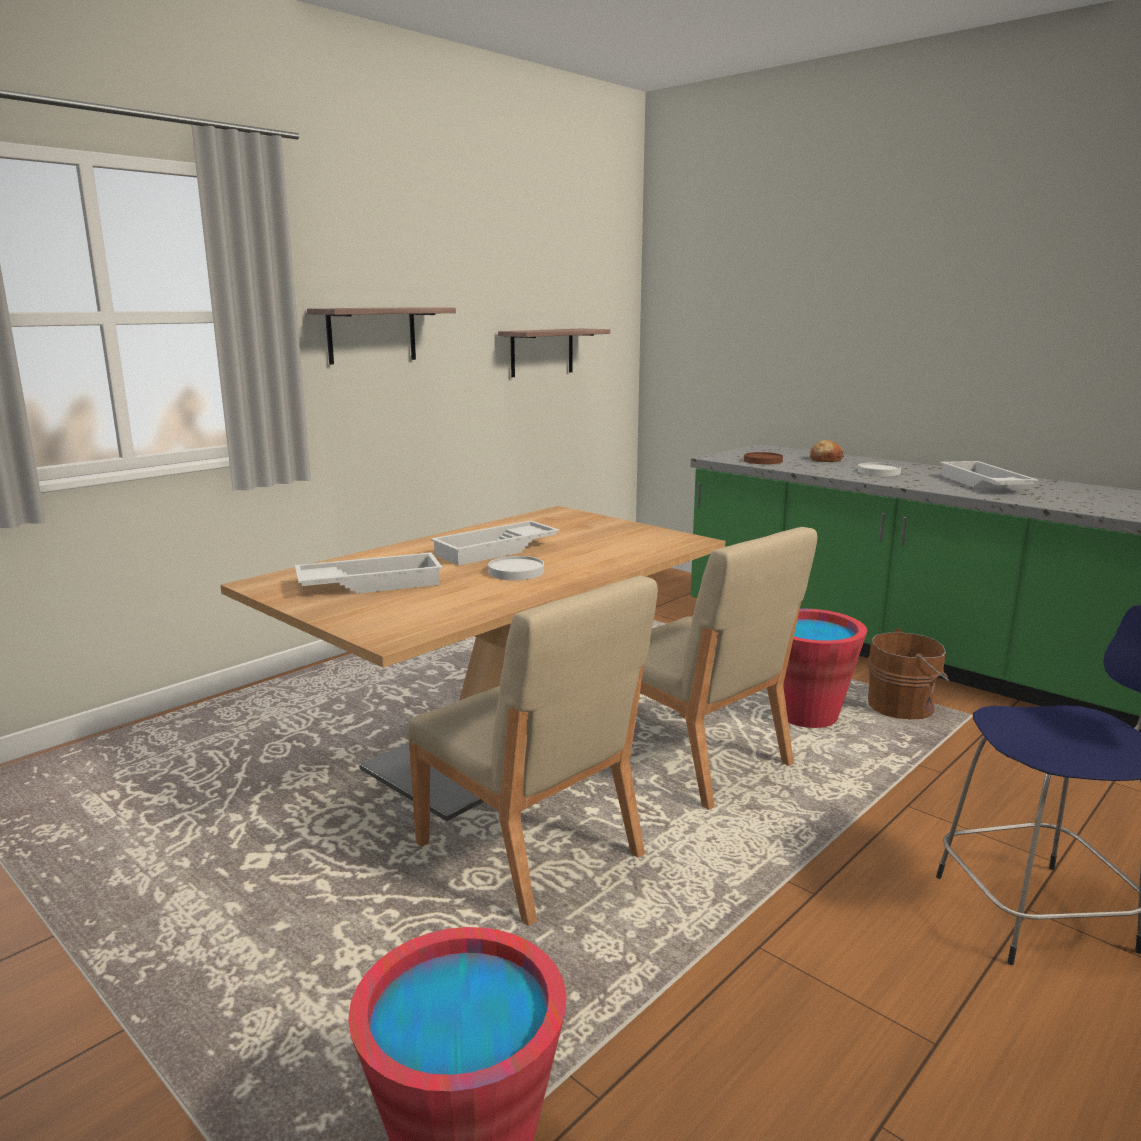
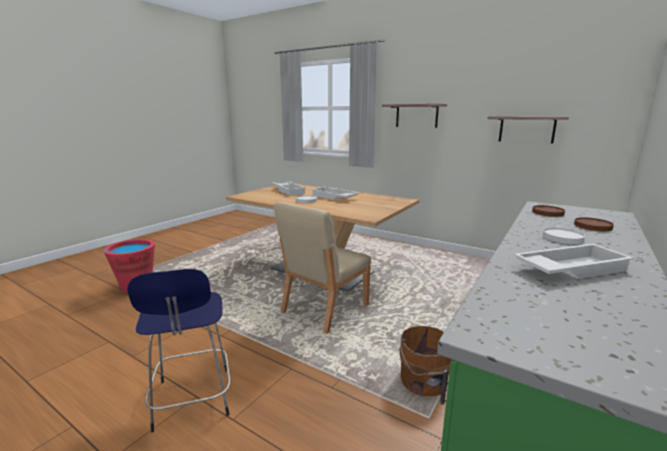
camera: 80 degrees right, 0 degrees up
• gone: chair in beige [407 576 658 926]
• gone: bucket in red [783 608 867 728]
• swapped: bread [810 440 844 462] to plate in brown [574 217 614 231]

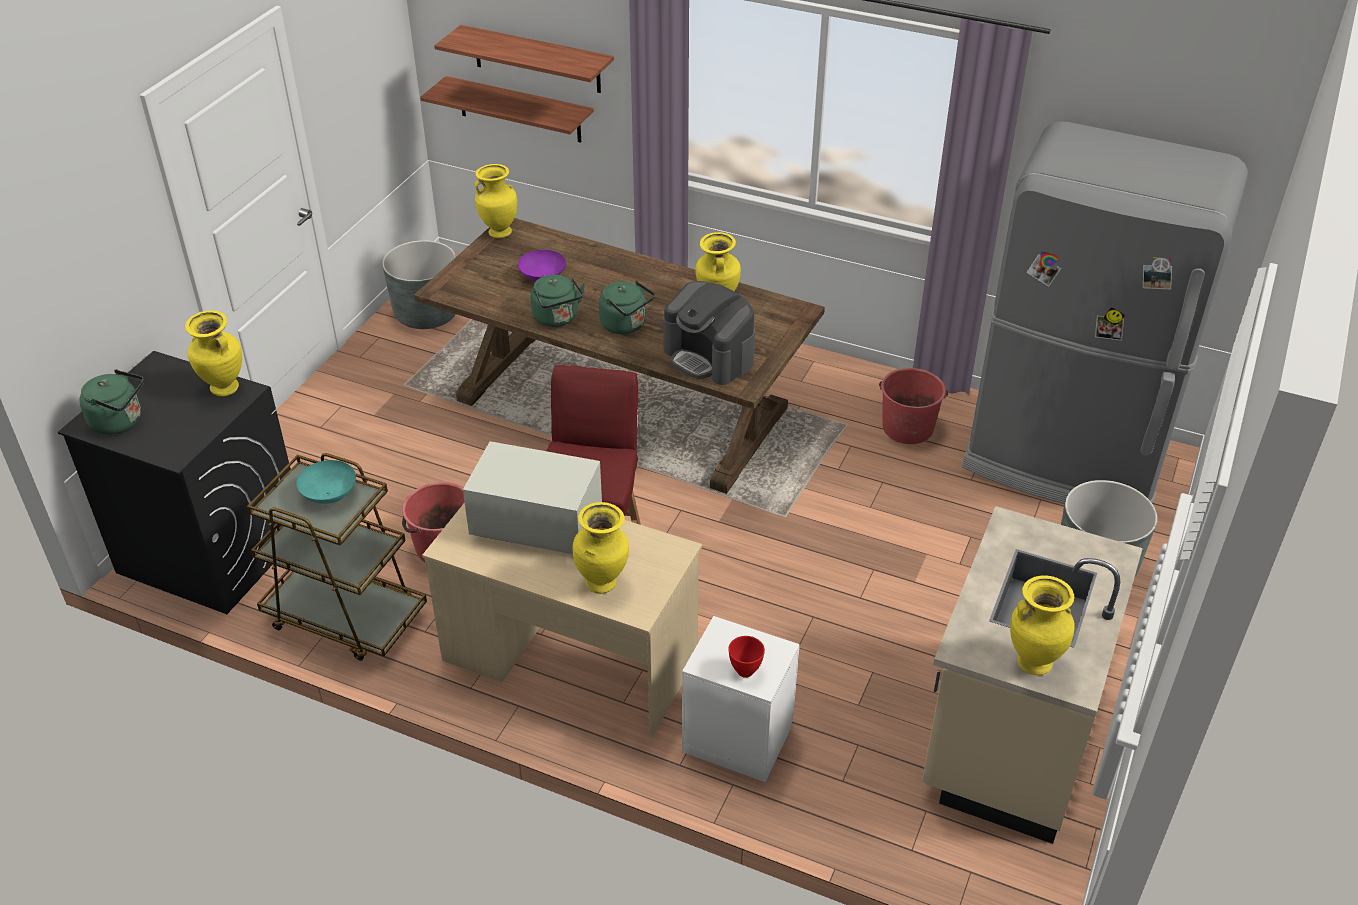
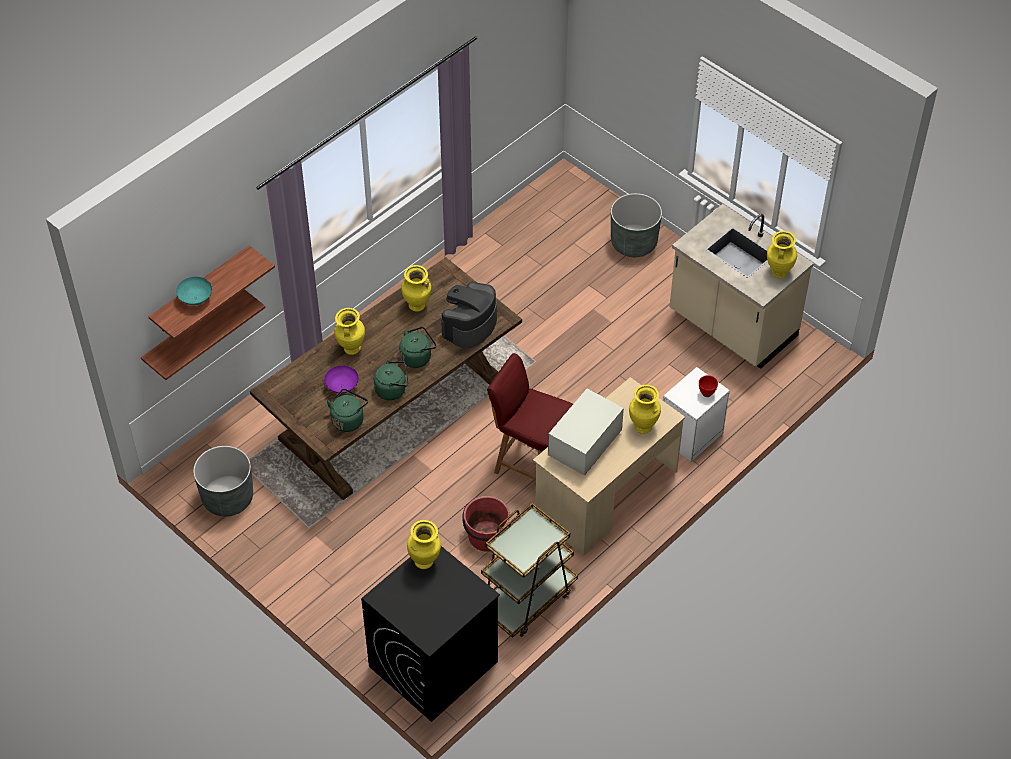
camera: 70 degrees left, 10 degrees up
• shifted: kettle in green [79 369 144 435] to [327 389 368 432]
• shifted: bowl in turquoise [296 460 356 504] to [176 277 212 305]
• shifted: vase in yellow [475 164 517 238] to [334 308 365 355]
• rotated: coffee machine [663 281 755 385] = [441 282 497 349] 150 degrees clockwise
• gone: bucket in red [879 368 948 444]
• gone: fridge in grey [962 121 1248 504]

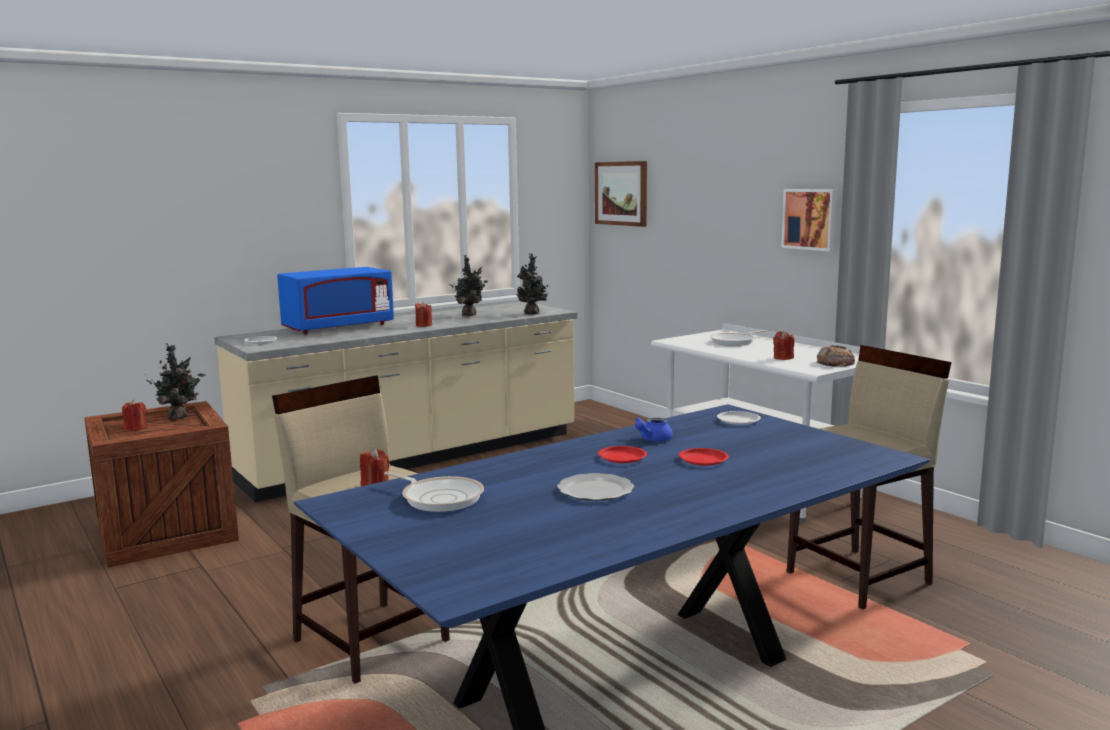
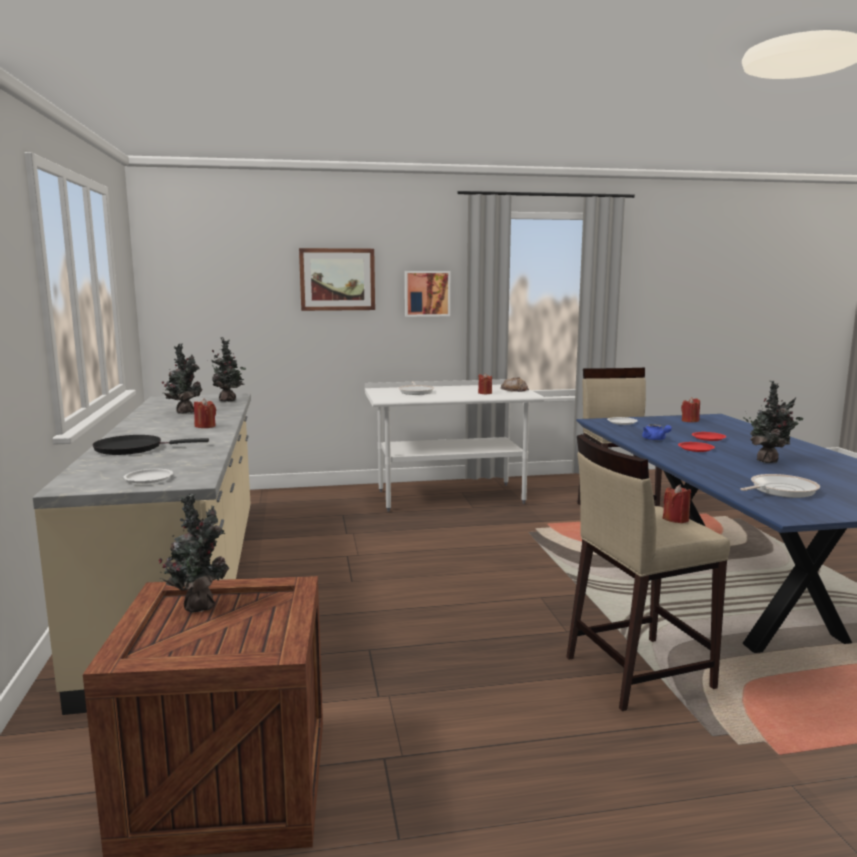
camera: 65 degrees left, 0 degrees up
• shifted: candle in red [122 400 147 431] to [681 397 700 422]
• swapped: microwave in blue [277 267 394 334] to frying pan in black [92 435 209 455]
• swapped: plate [557 473 634 501] to potted plant [743 381 804 463]
• shifted: picture [595 161 647 227] to [299 248 375 311]

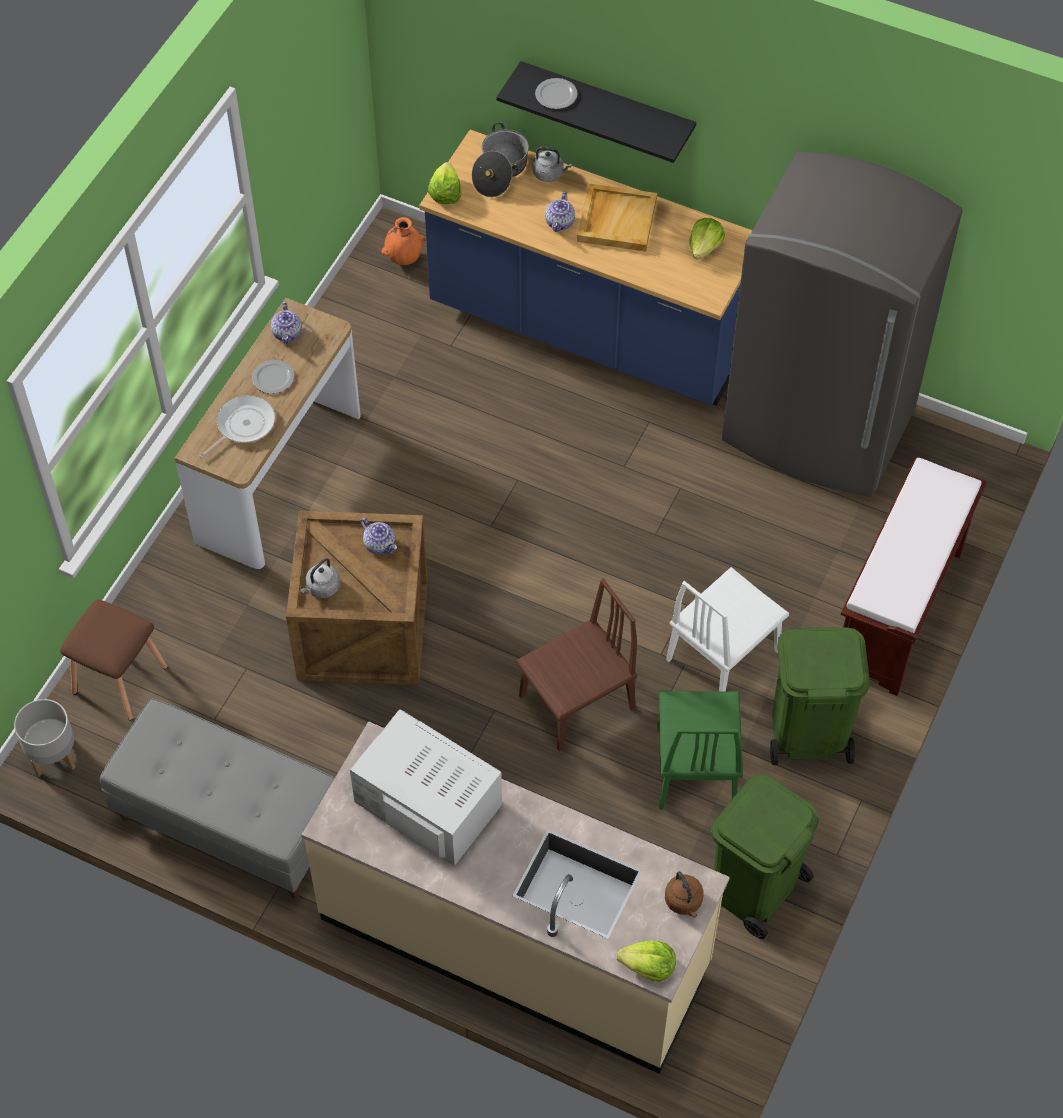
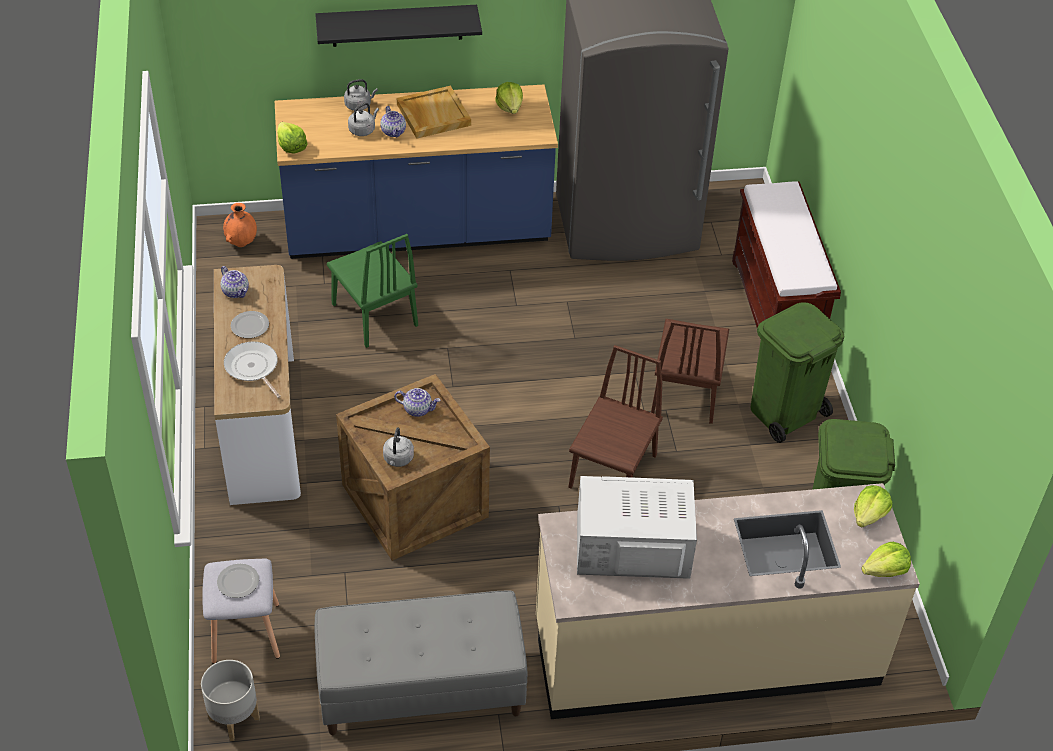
camera: 35 degrees left, 10 degrees down
• repainted: stool in brown [60 599 167 720] to stool in grey [202 559 280 664]
• rotated: frying pan [199 395 275 458] = [224 342 281 398] 45 degrees counterclockwise
• gone: cooking pot [472 123 529 197]
• shifted: plate [535 78 577 109] to [217 564 259 598]
• shifted: chair in green [657 691 743 809] to [327 234 418 348]
• swapped: kettle in brown [665 871 704 918] to lettuce [854 485 892 528]
• repainted: chair in white [666 567 789 691] to chair in brown [651 319 729 424]
• new: kettle in grey [348 103 379 136]

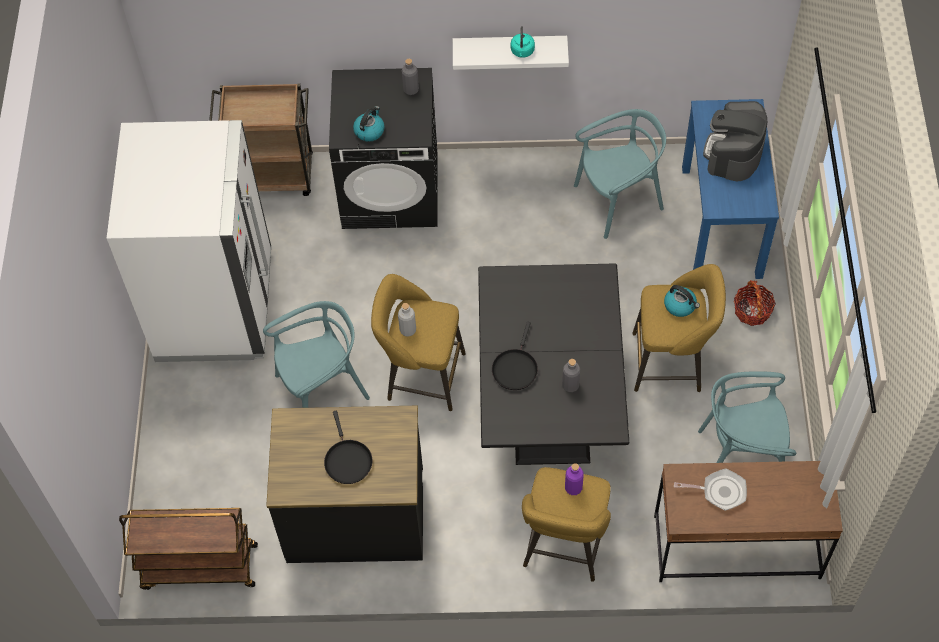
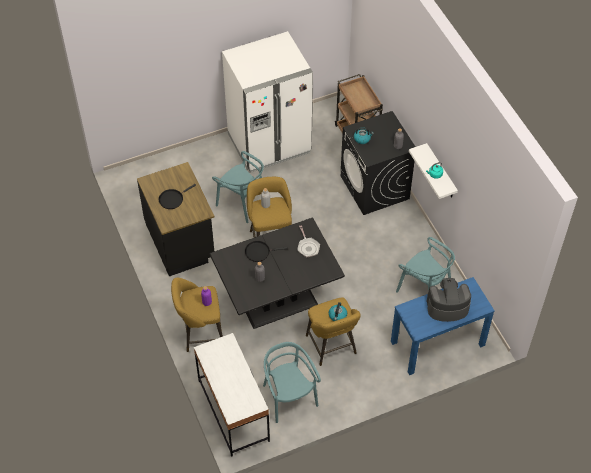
camera: 65 degrees right, 5 degrees down
• gone: cart in brown [119 508 258 590]
• repainted: desk in brown [654 461 843 582] to desk in white [194 333 270 457]
• shifted: frying pan [674 468 747 511] to [298 225 320 257]
• gone: basket [734 280 776 326]

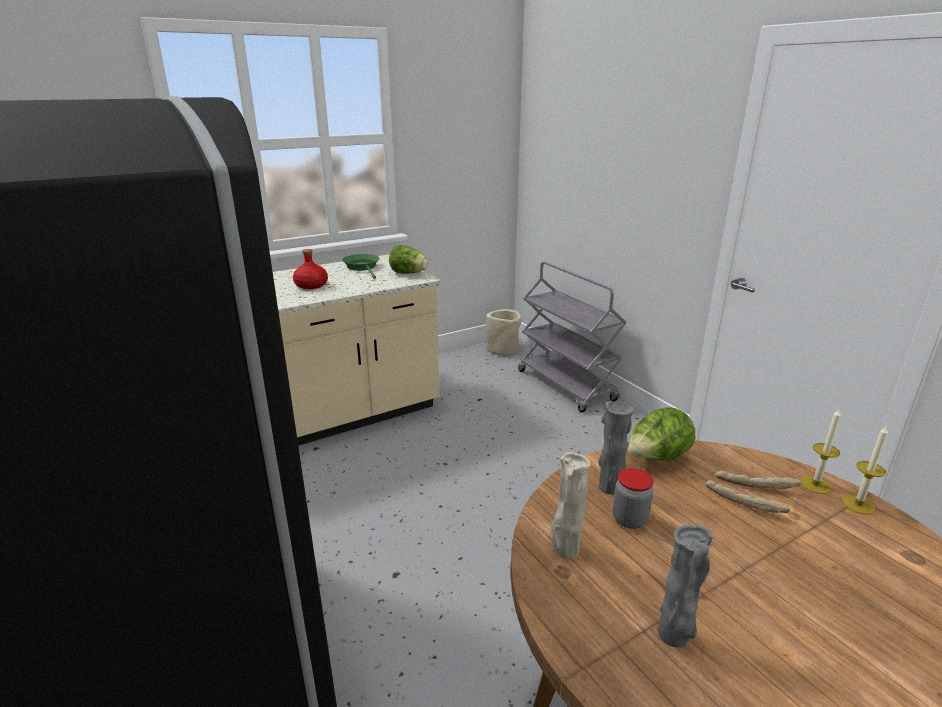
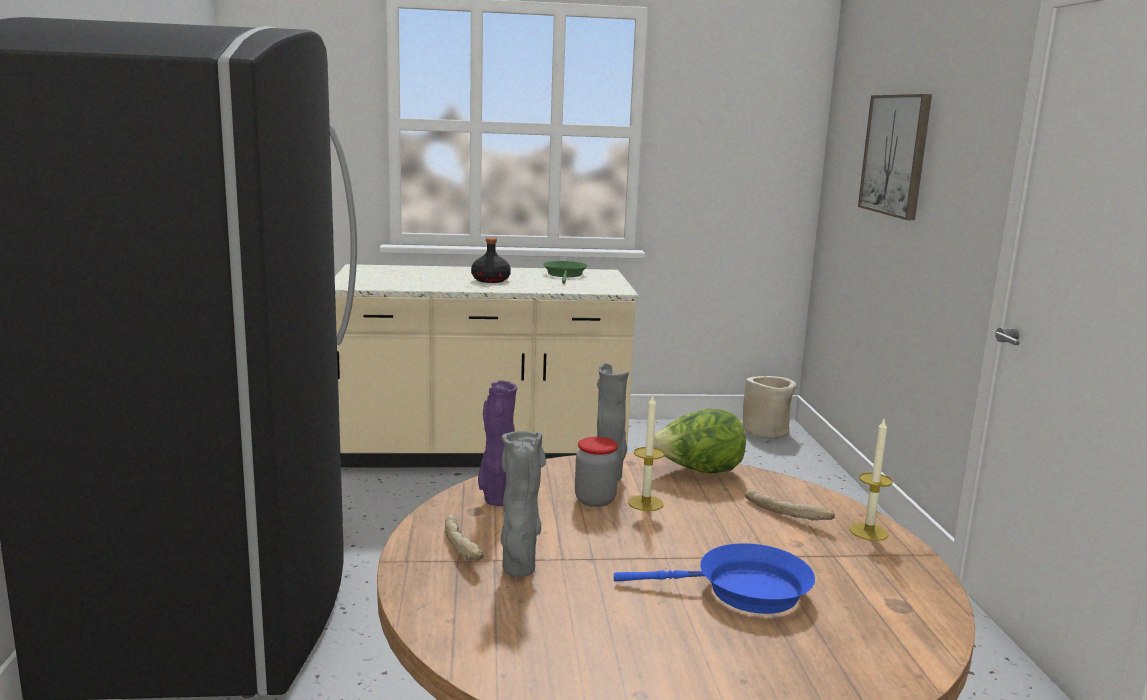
camera: 25 degrees right, 10 degrees down
• repainted: bottle in red [293 249 328 289] to bottle in black [471 238 511 283]
• gone: lettuce [389 245 429 274]
• gone: cart in grey [518 262 627 412]
• repainted: vase in beige [551 452 591 559] to vase in purple [478 380 517 506]
• shifted: bread [705 480 790 513] to [445 515 484 561]
• shifted: candle [842 425 888 515] to [628 396 664 511]
• new: frying pan in blue [614 543 815 614]
• new: picture [858 94 932 220]

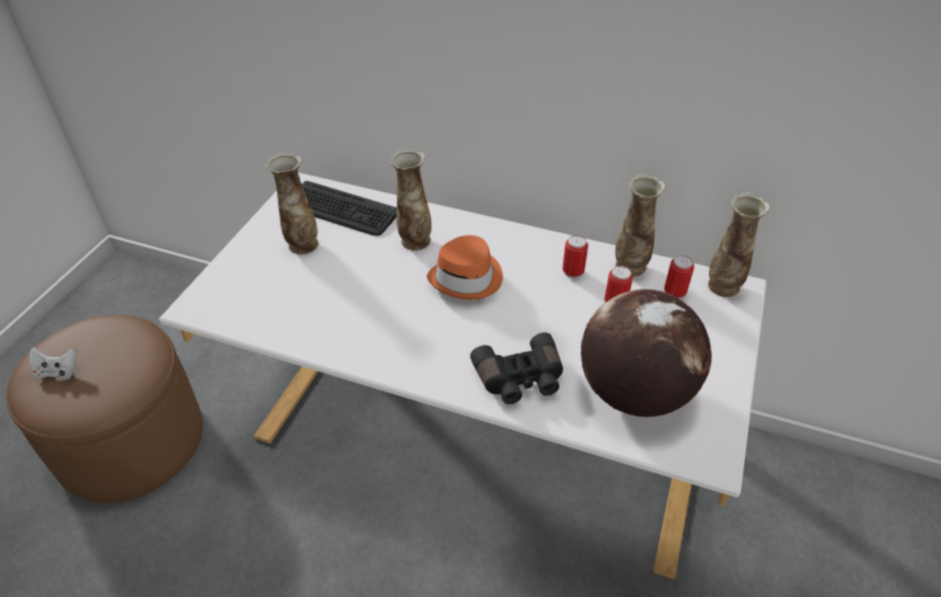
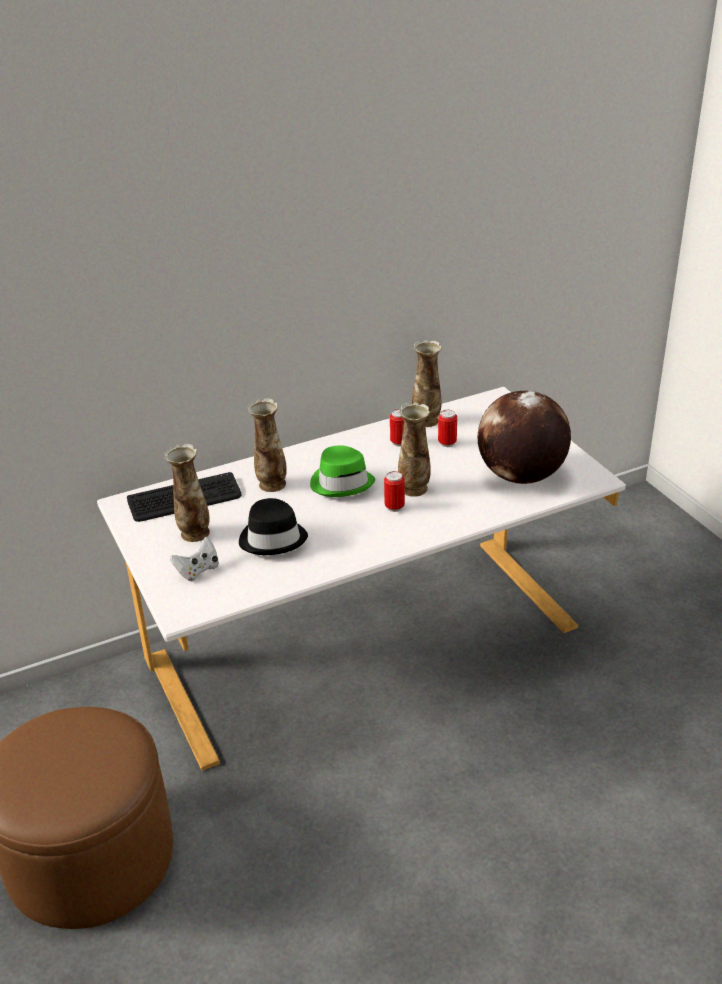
camera: 45 degrees left, 10 degrees down
• shifted: game controller in white [30 348 77 380] to [170 537 219 581]
• repainted: hat in orange [427 235 503 300] to hat in green [310 445 375 497]
• gone: binoculars in black [470 333 563 404]
• shifted: can [664 255 694 299] to [384 471 405 512]
• shifted: vase [708 192 770 297] to [398 402 431 497]
• new: hat in black [239 498 308 555]

